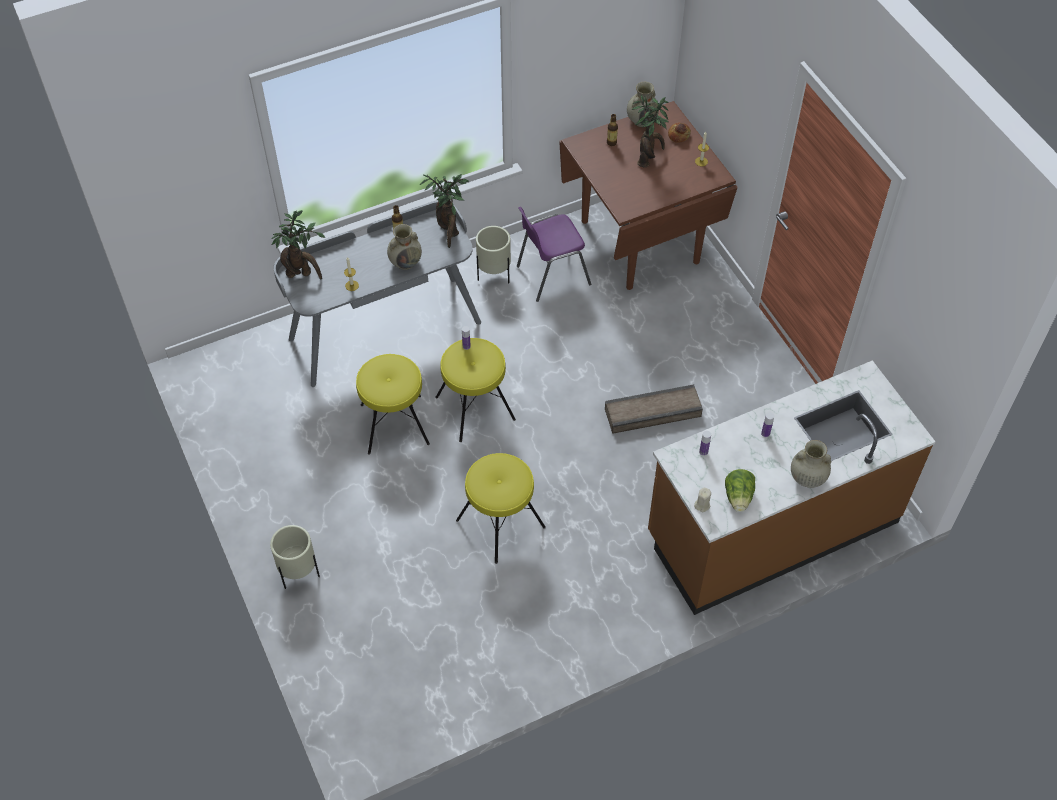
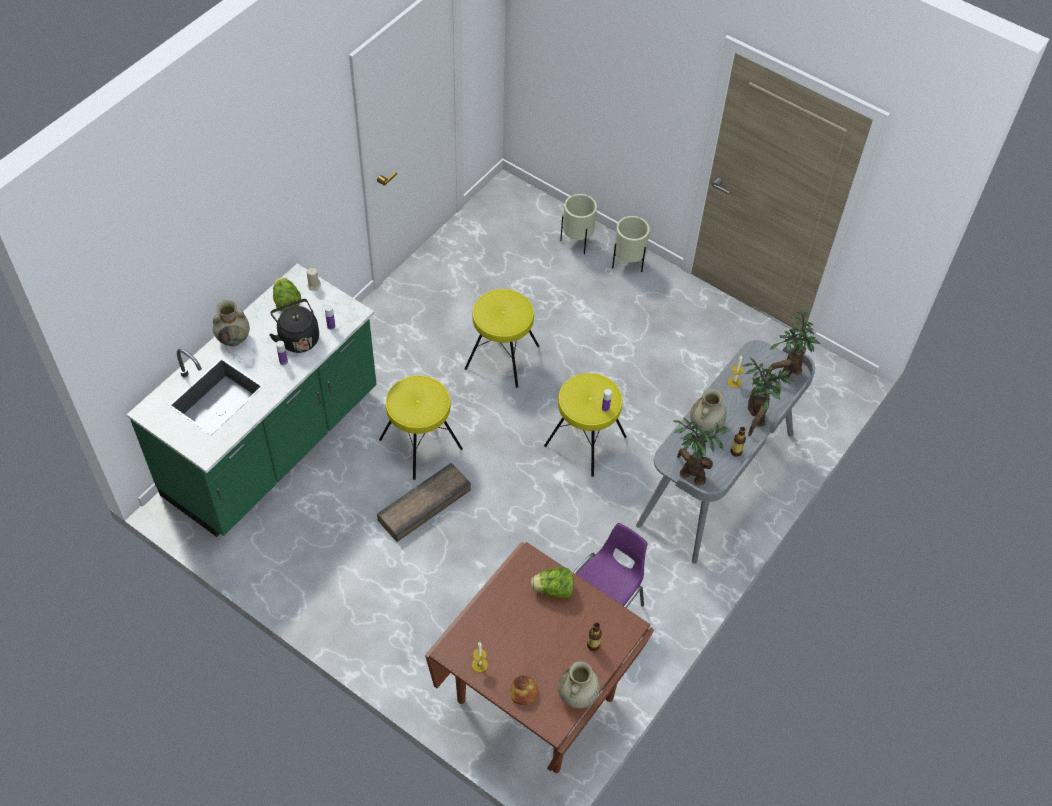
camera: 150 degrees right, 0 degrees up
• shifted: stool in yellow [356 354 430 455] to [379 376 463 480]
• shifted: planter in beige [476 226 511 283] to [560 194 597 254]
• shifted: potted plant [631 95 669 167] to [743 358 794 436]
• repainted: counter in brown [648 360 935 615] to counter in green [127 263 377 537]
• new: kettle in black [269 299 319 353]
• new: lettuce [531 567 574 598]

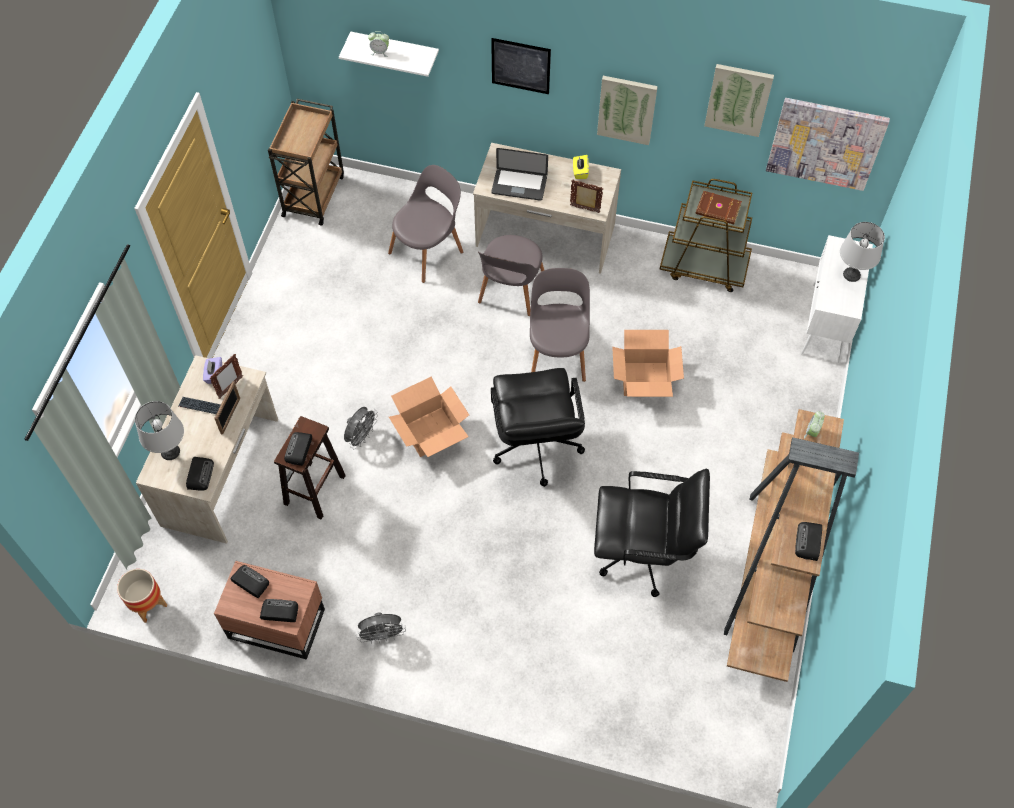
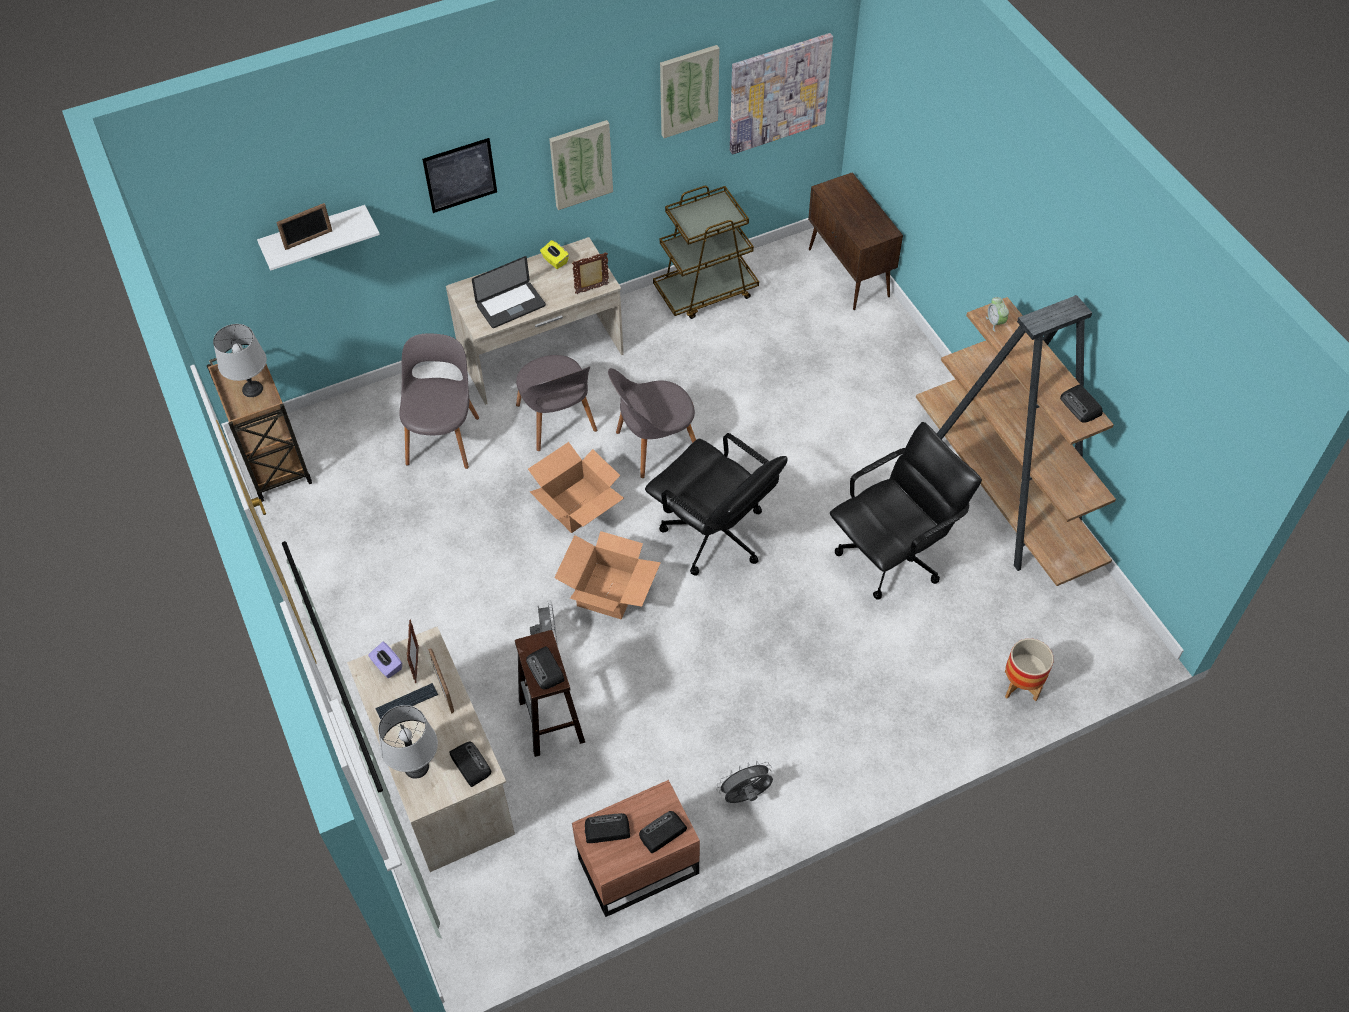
camera: 40 degrees left, 5 degrees down
• shifted: planter [117 569 167 623] to [1005 638 1054 701]
• rotated: fan in grey [356 612 406 644] = [717 761 773 803] 150 degrees counterclockwise
• swapped: alarm clock [368 31 389 57] to picture frame [276 203 332 250]
• rotated: chair in grey [530 268 590 382] = [608 368 696 478] 75 degrees counterclockwise
• shifted: cardboard box [612 330 684 397] to [528 442 624 533]
• gone: book in brown [695 191 742 224]
• repainted: cabinet in white [801 235 873 363] to cabinet in brown [808 172 903 310]
• shifted: table lamp in grey [840 222 885 282] to [213 324 267 397]

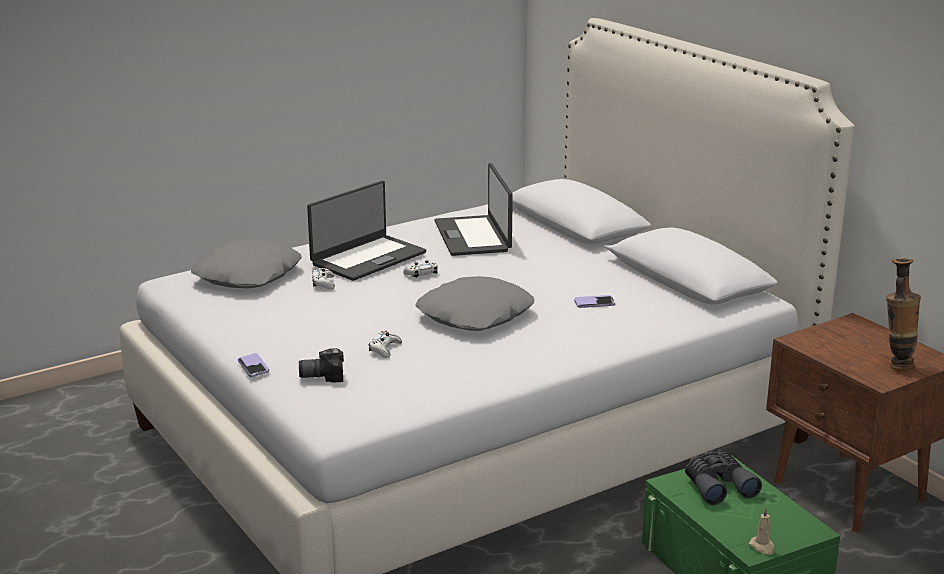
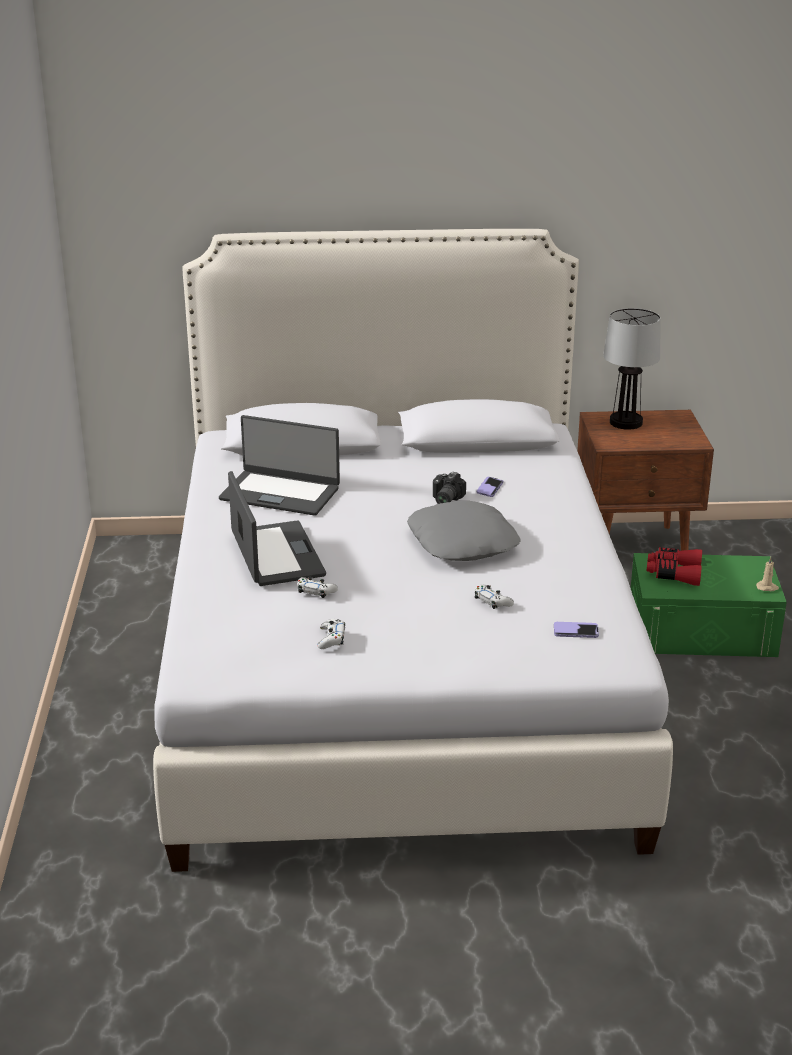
camera: 60 degrees left, 5 degrees up
• gone: pillow in grey [191 240 302 288]
• shifted: phone [238 353 269 377] to [554 622 599 638]
• shifted: photo camera [299 348 344 383] to [433 472 466 504]
• shifted: game controller in white [403 260 438 278] to [317 619 345 649]
• repainted: binoculars in grey [685 451 762 505] to binoculars in red [647 547 702 586]
• gone: vase [886 258 921 371]
• new: table lamp [603 308 660 430]

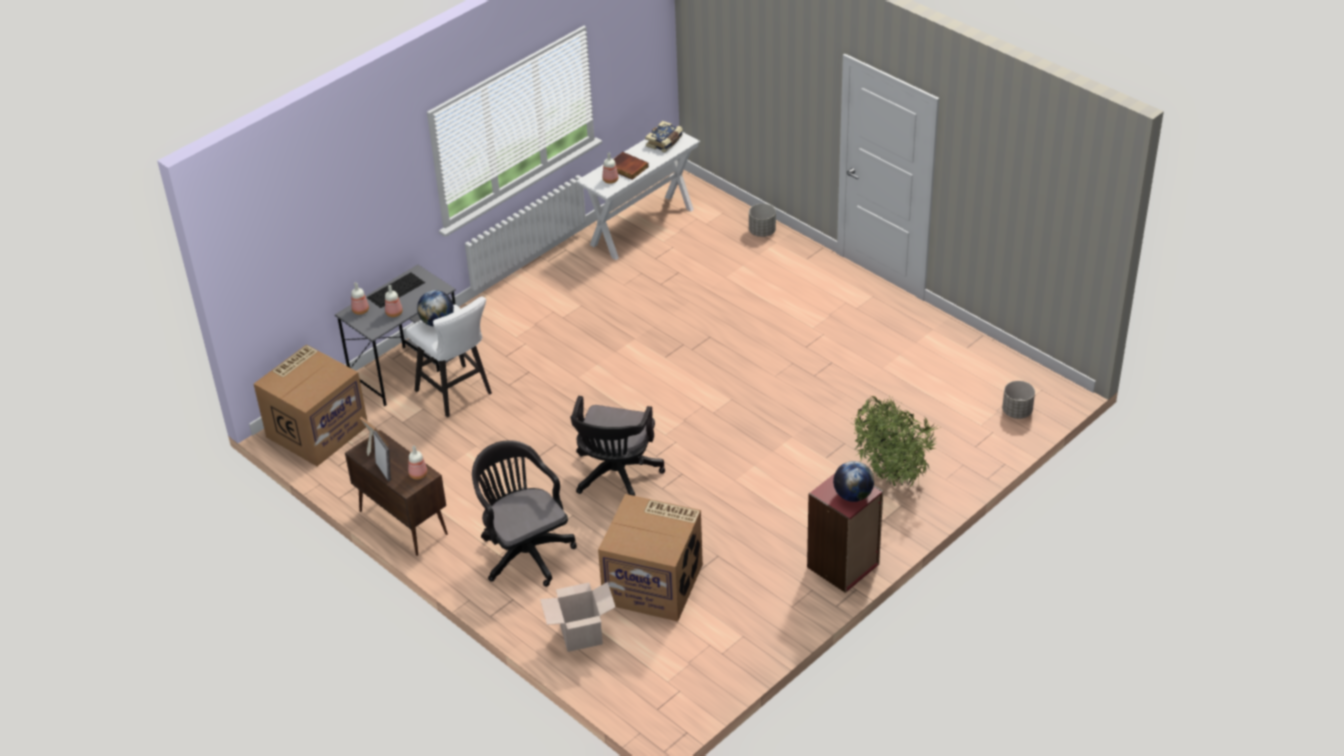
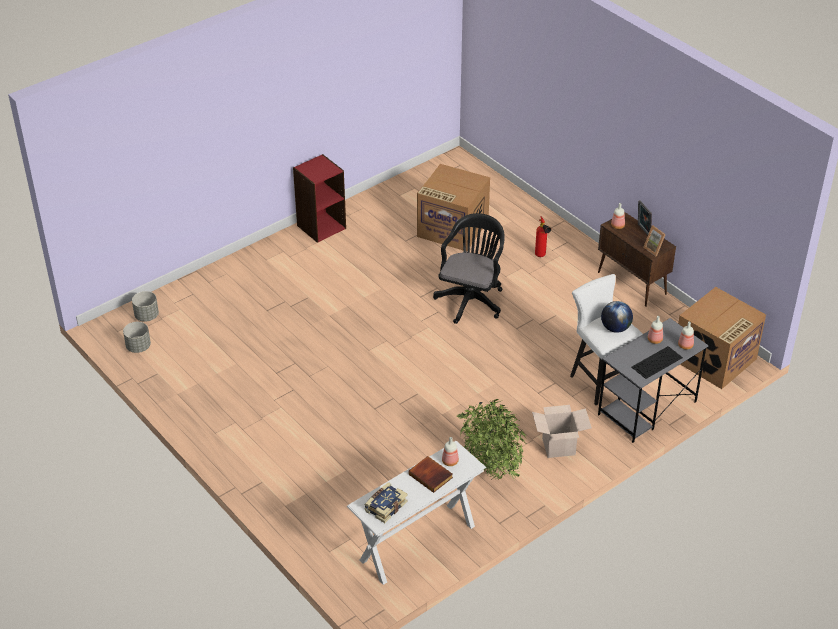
camera: 175 degrees left, 0 degrees up
• swapped: office chair in black [472 440 577 587] to fire extinguisher [535 216 551 257]
• shifted: cardboard box [540 582 615 652] to [532 405 592 458]
• shifted: planter in grey [749 203 776 237] to [123 322 151 353]
• gone: globe [833 461 874 502]
• shifted: potted plant [852 396 941 488] to [457 399 528 480]

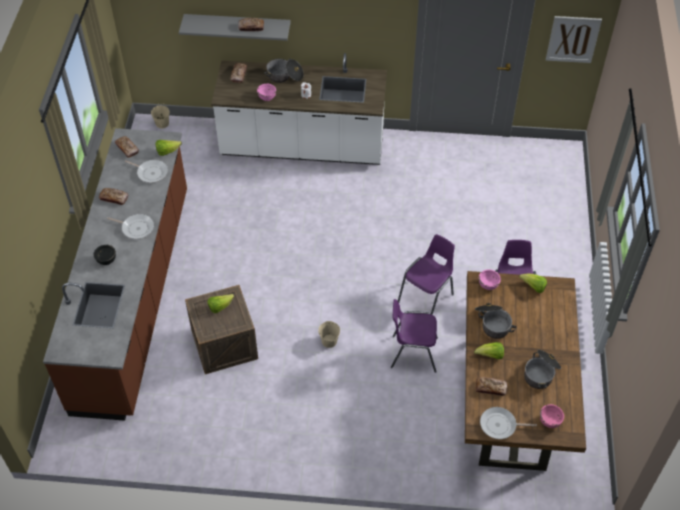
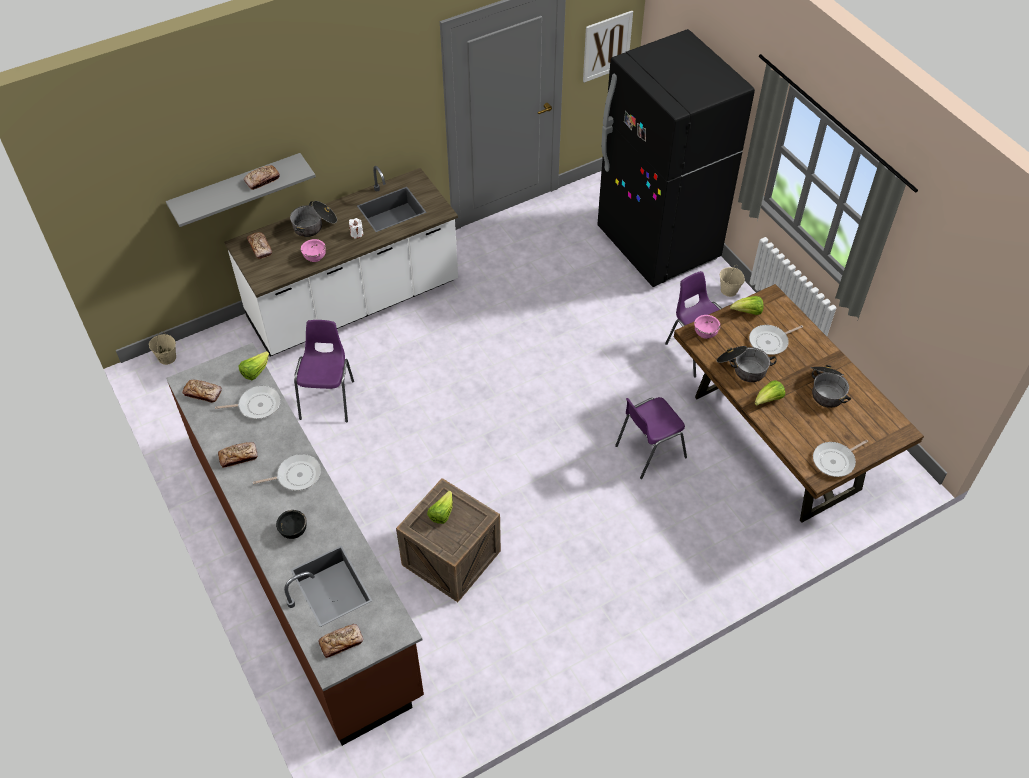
camera: 35 degrees left, 0 degrees up
• shifted: bucket in beige [318 321 340 348] to [720 266 745 297]
• shifted: chair in purple [398 234 455 315] to [294 320 354 423]
• shifted: bread [476 377 507 396] to [318 624 363 658]
• gone: bowl in pink [540 404 564 428]
• new: fridge in black [597 29 755 287]
• new: frying pan [749 325 803 355]

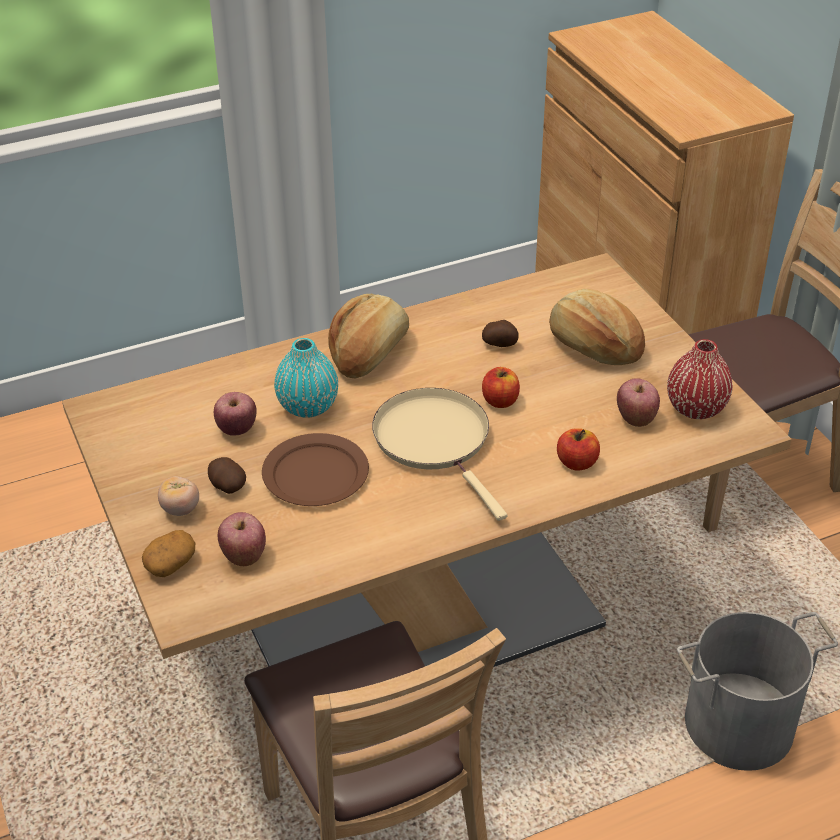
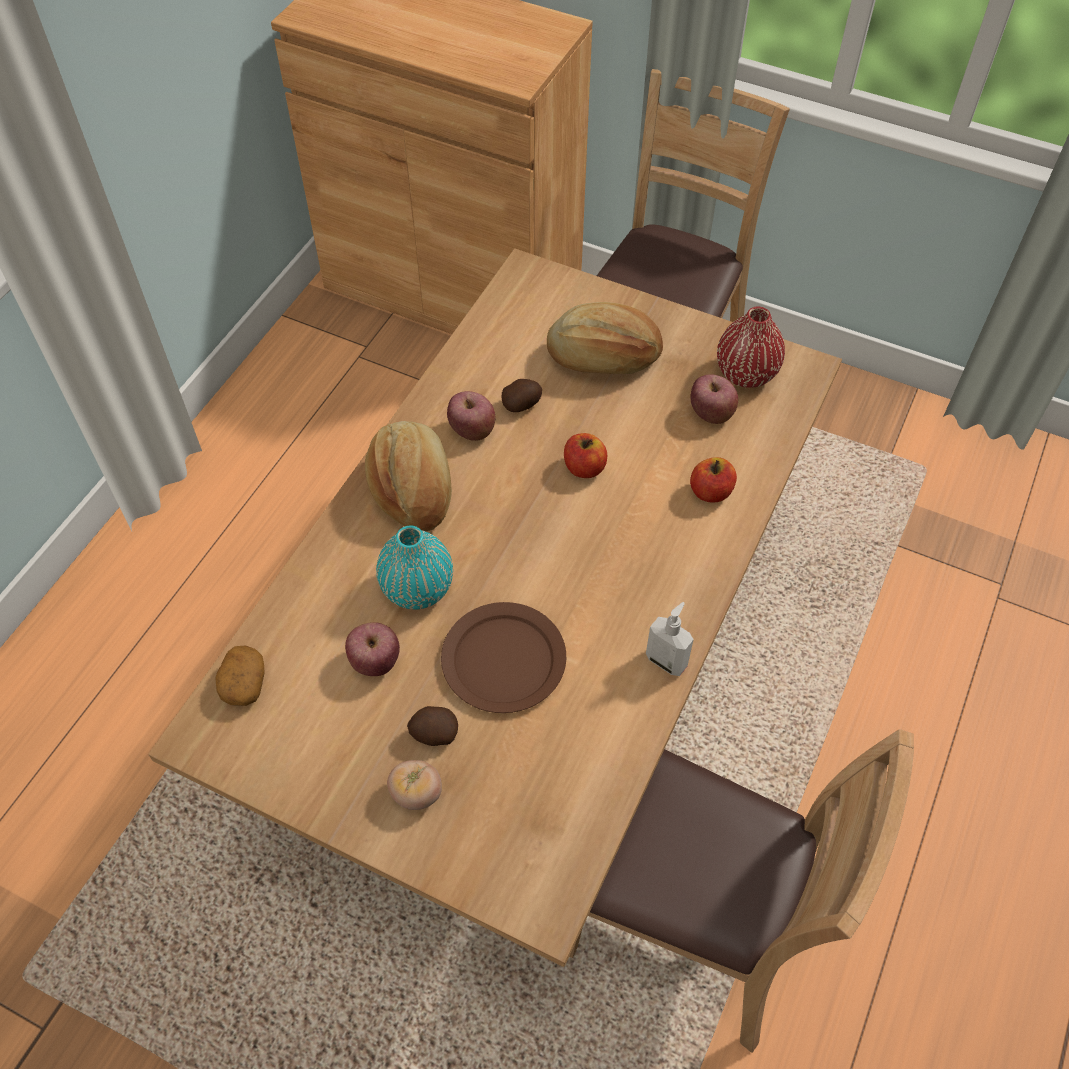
camera: 40 degrees left, 15 degrees up
• shifted: potato [142 530 195 577] to [215 645 264 706]
• shifted: apple [218 512 266 566] to [447 391 495 441]
• gone: frying pan in beige [372 388 507 521]
• gone: bucket in grey [677 612 838 771]
• new: soap dispenser [646 602 694 676]

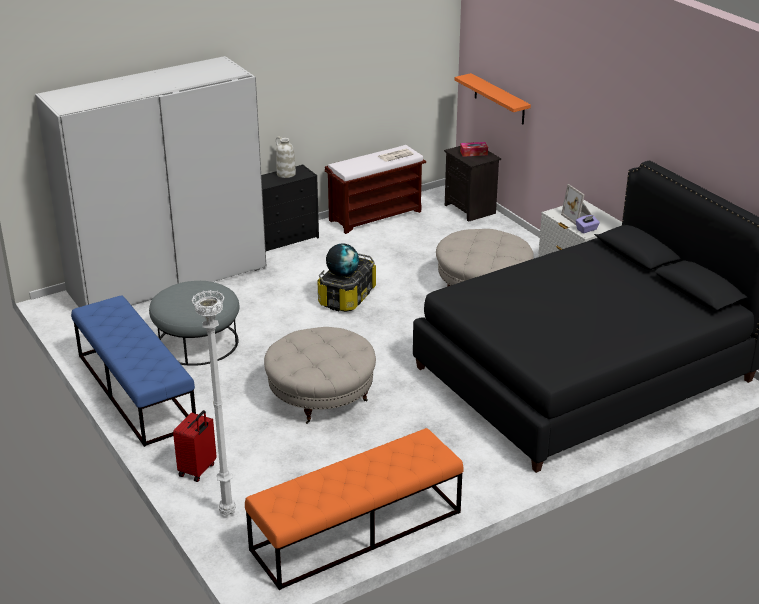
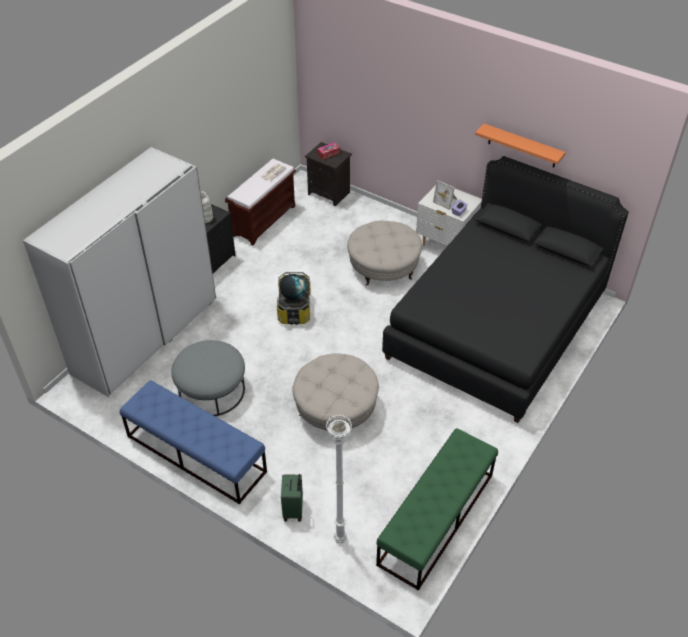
camera: 25 degrees left, 15 degrees up
• repainted: suitcase in red [173 410 217 482] to suitcase in green [281 474 303 522]
• repainted: bench in orange [245 428 464 590] to bench in green [376 428 498 591]
• shifted: shelf in orange [455 73 531 124] to [475 124 566 167]

